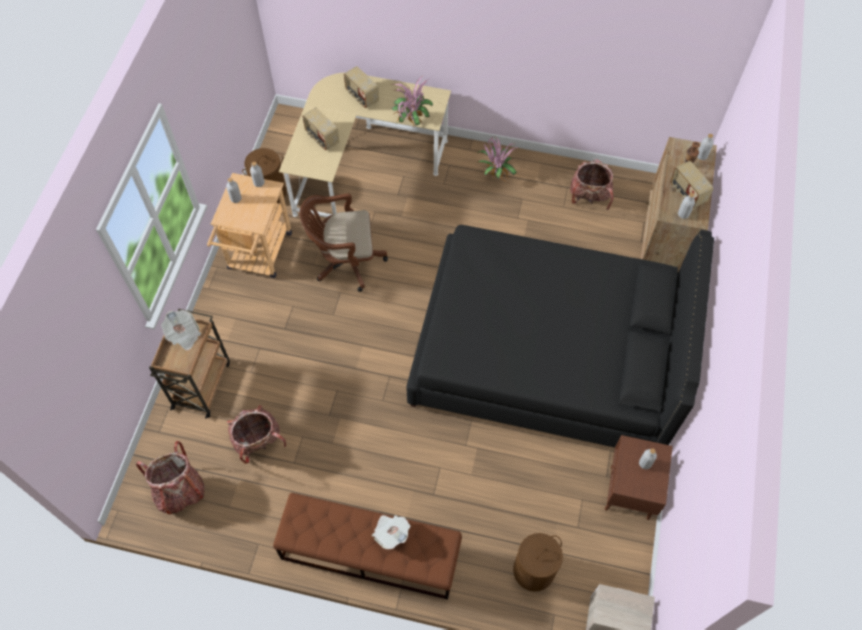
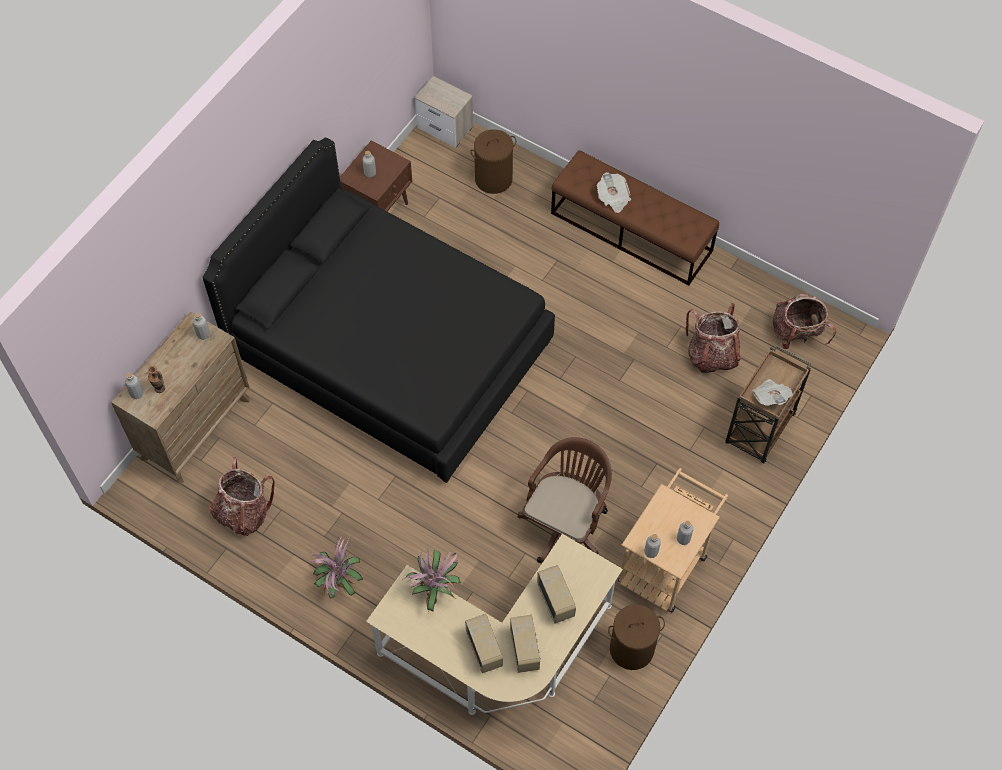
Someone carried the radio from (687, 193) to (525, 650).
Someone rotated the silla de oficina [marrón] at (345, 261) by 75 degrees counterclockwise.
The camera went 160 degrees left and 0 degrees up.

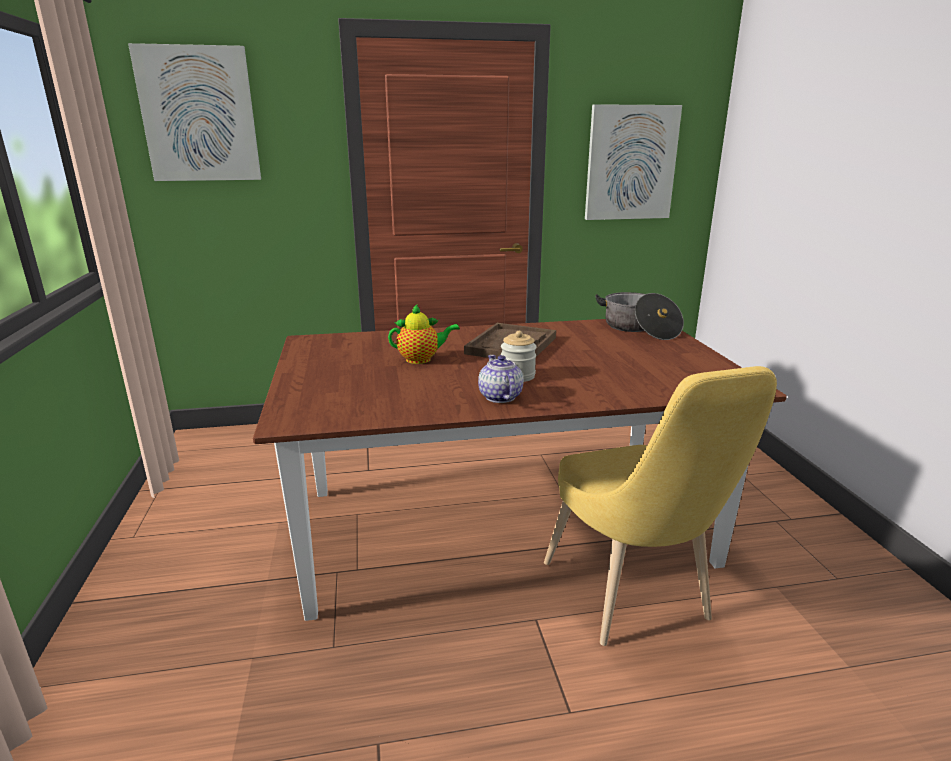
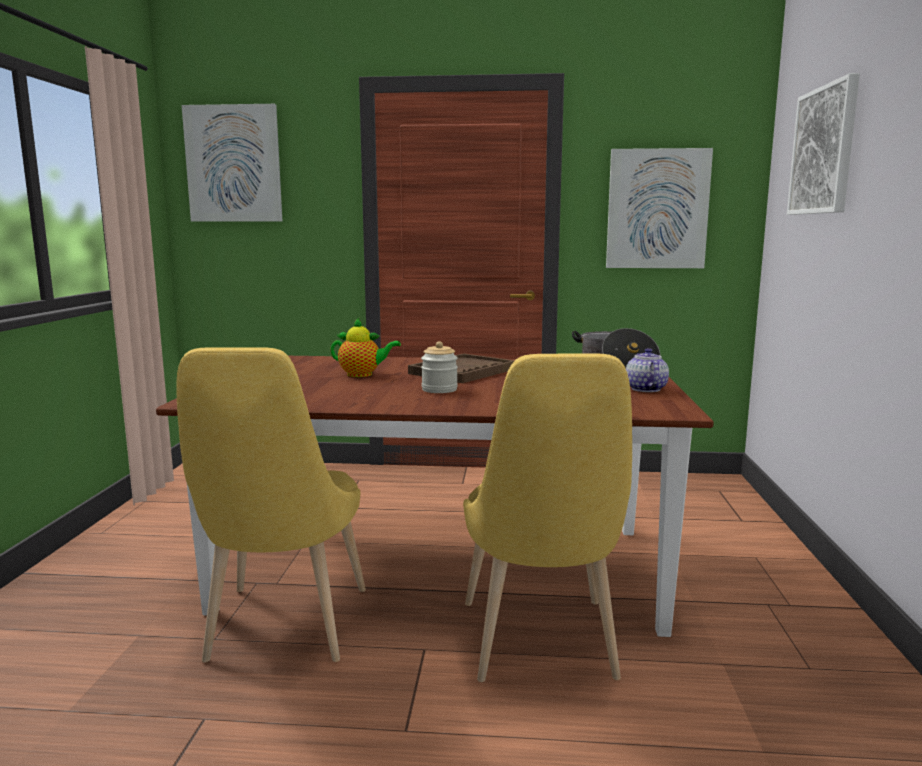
Someone put down the silla [amarillo] at (284, 631).
Someone carried the tetera from (499, 397) to (645, 389).
Someone put up the cuadro at (824, 151).
The camera went 15 degrees right and 10 degrees down.

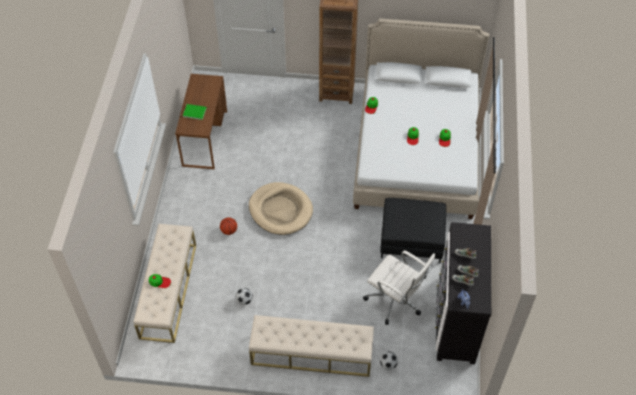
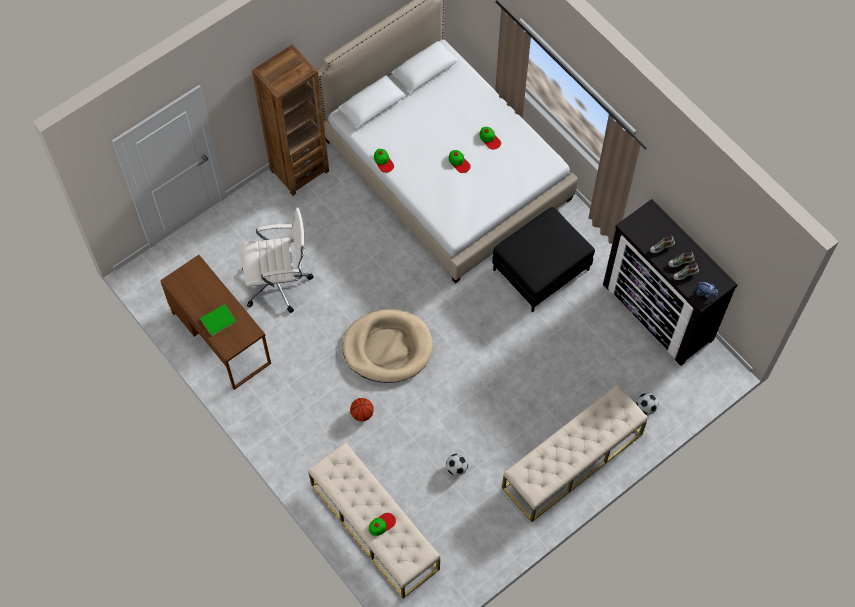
Someone carried the silla de oficina [blanco] from (396, 300) to (279, 283).
The camera went 45 degrees left and 10 degrees up.

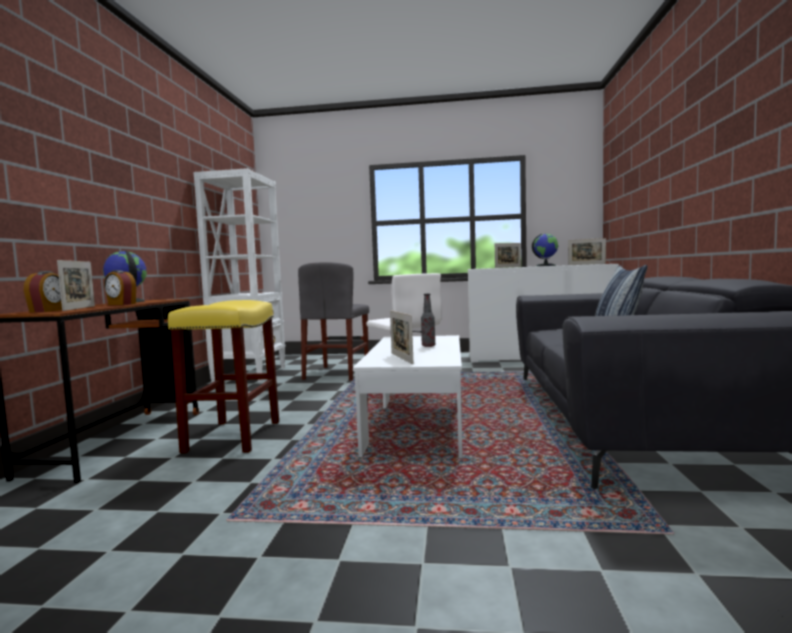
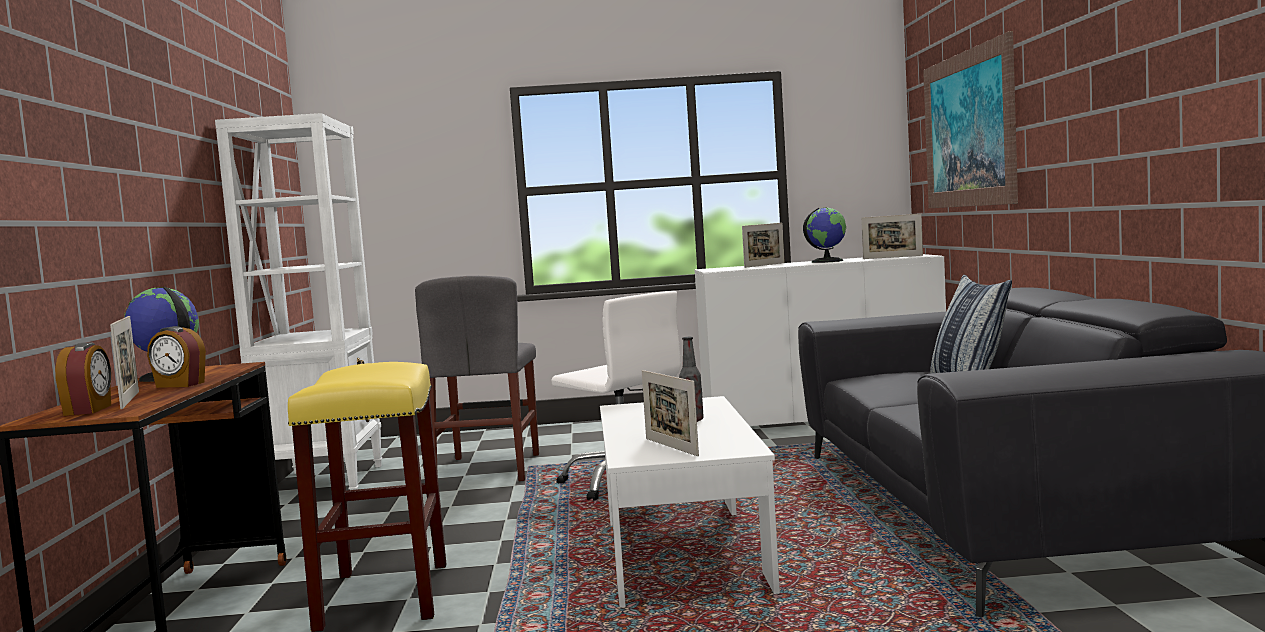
Someone put up the cuadro at (967, 129).
The camera went 10 degrees left and 0 degrees up.

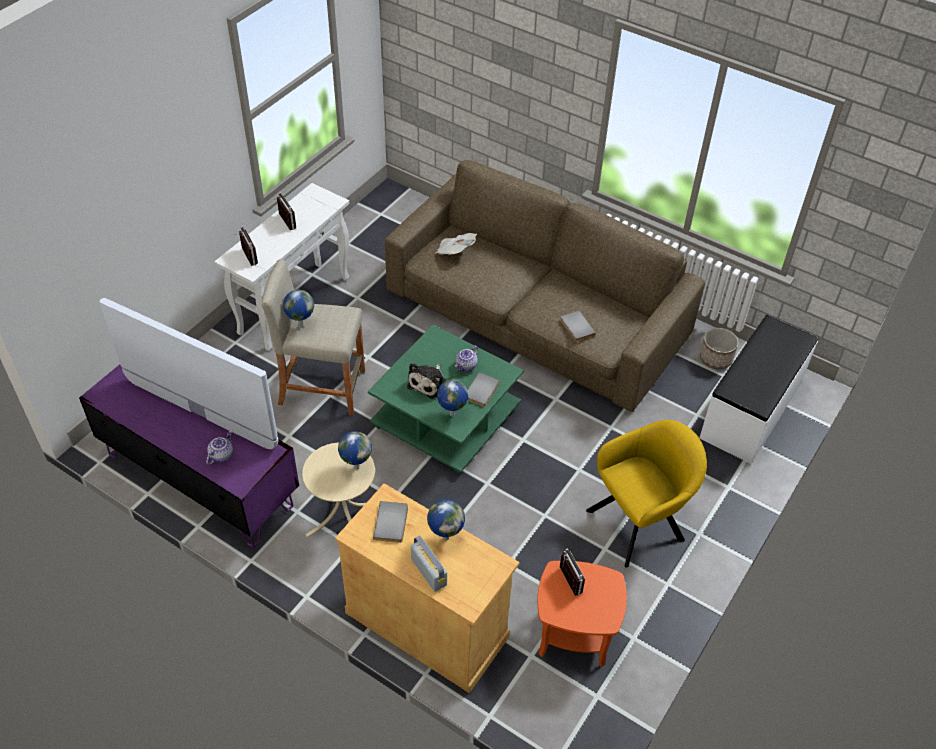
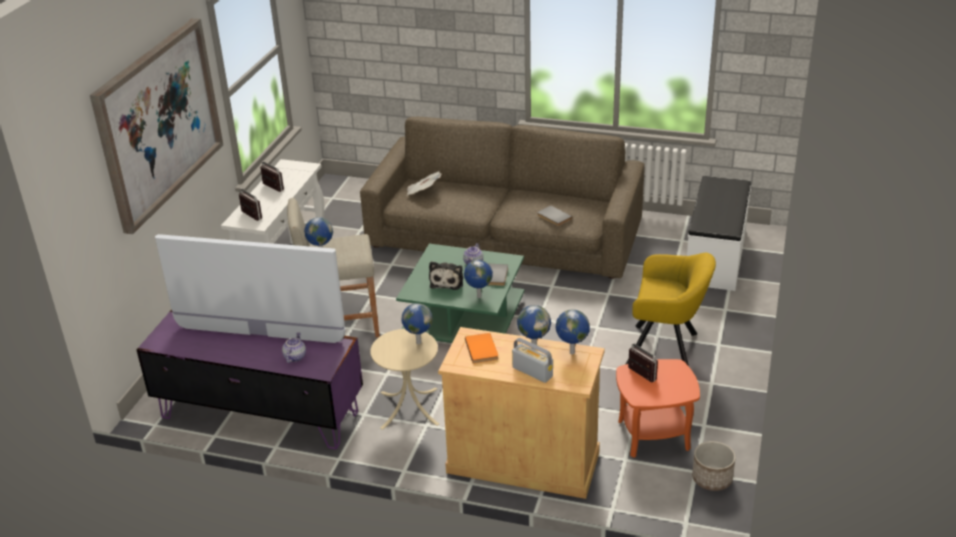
Someone put up the cuadro at (158, 122).
Someone repainted the libro [gris] at (392, 523), which became the libro [naranja] at (483, 349).
Someone put down the globo terráqueo at (571, 352).
Someone rotated the sillón [amarillo] at (640, 523) by 60 degrees clockwise.
Someone carried the maceta from (716, 358) to (712, 478).
The camera went 15 degrees left and 15 degrees down.

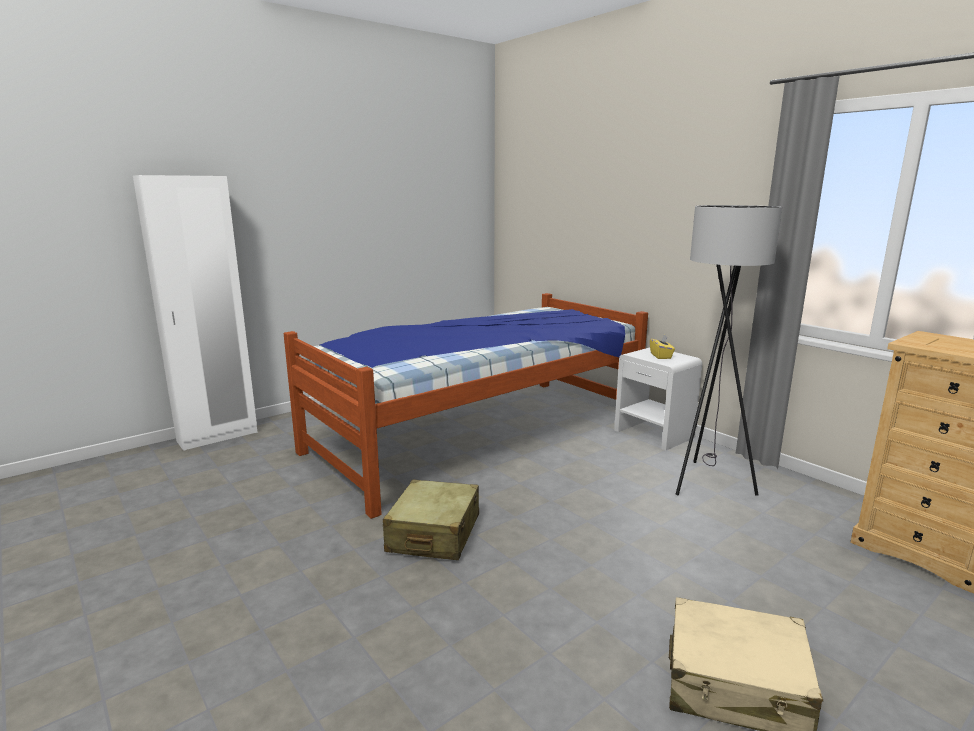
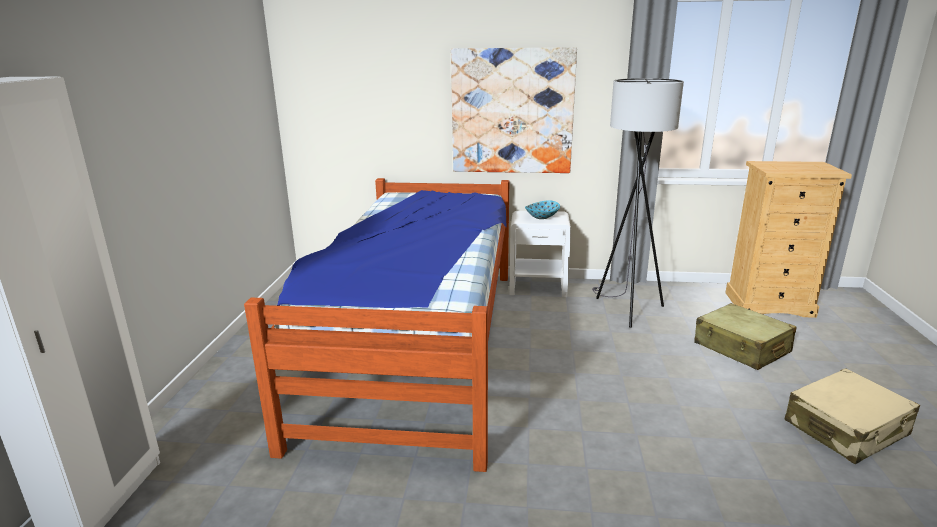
Someone put up the cuadro at (512, 111).
Someone swapped the caja de pañuelos [amarillo] at (661, 356) for the cuenco at (541, 217).
Someone carried the maleta [beis] from (434, 534) to (741, 348).
The camera went 45 degrees left and 5 degrees up.

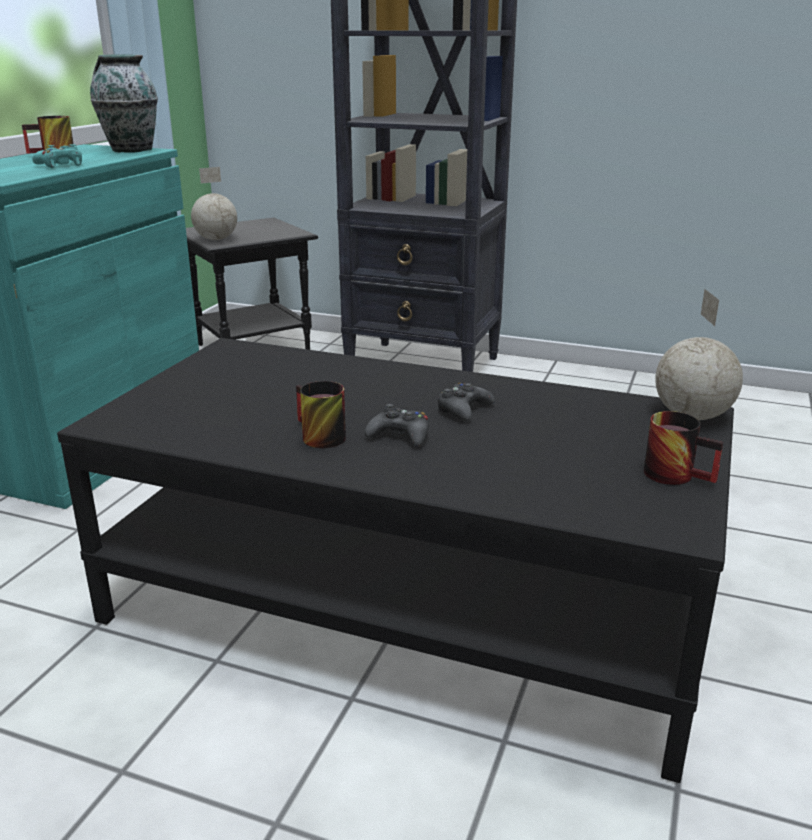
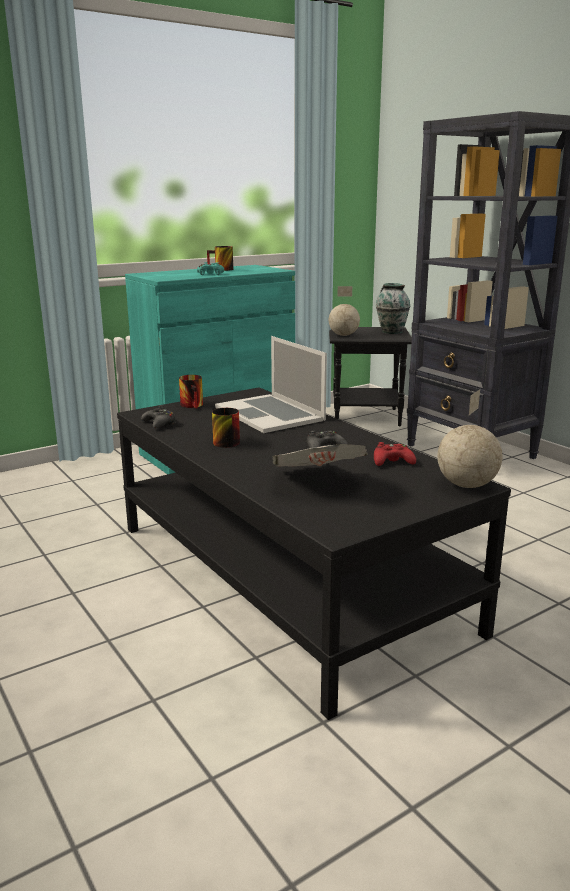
Someone carried the mando de consola [negro] from (400, 436) to (159, 423).
Someone carried the taza grande from (678, 474) to (194, 405).
Someone put down the portátil at (270, 413).
Someone put down the periódico at (318, 482).
Someone put down the mando de consola [rojo] at (392, 461).
Someone carried the florero from (130, 150) to (391, 332).
The camera went 35 degrees right and 5 degrees down.

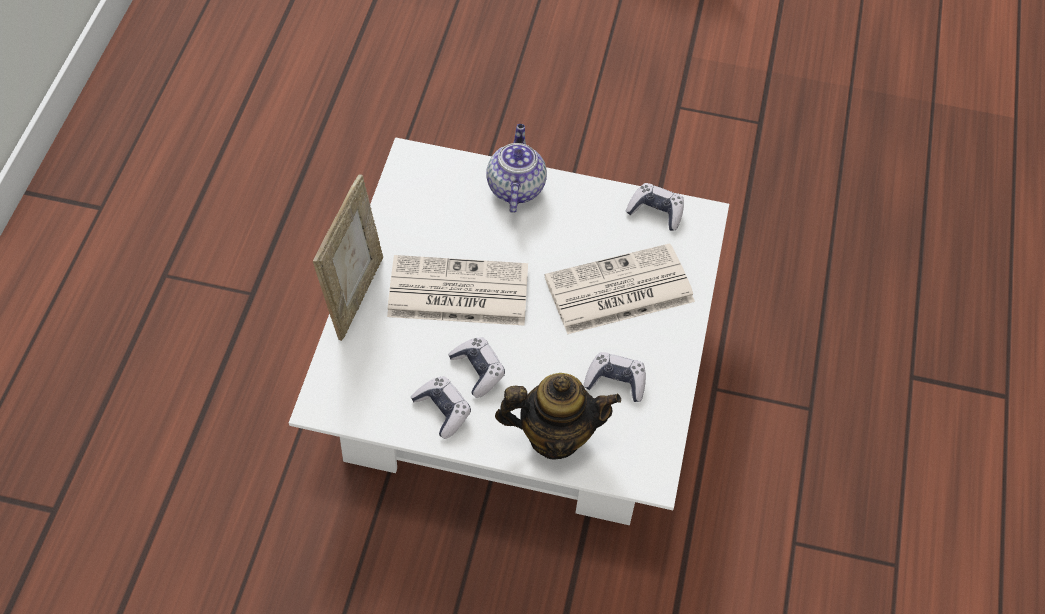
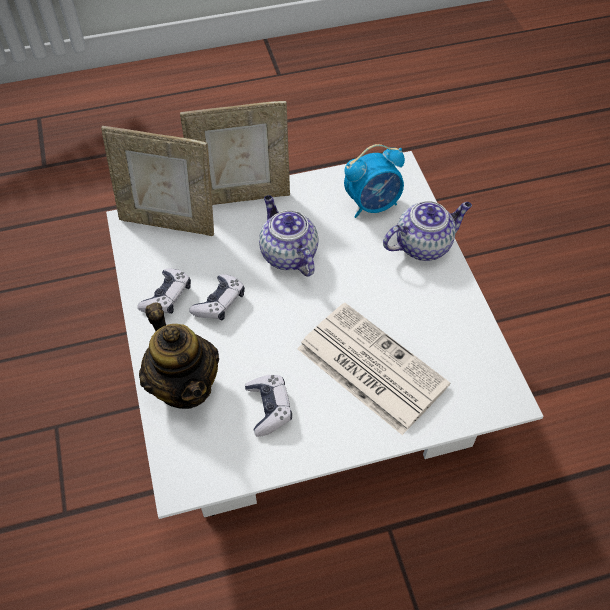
Someone put down the portarretratos at (169, 222).
Someone swapped the periódico at (456, 292) for the tetera at (287, 254).
Someone put down the despertador at (373, 204).
Someone took away the mando de consola at (656, 212).
The camera went 65 degrees right and 0 degrees up.

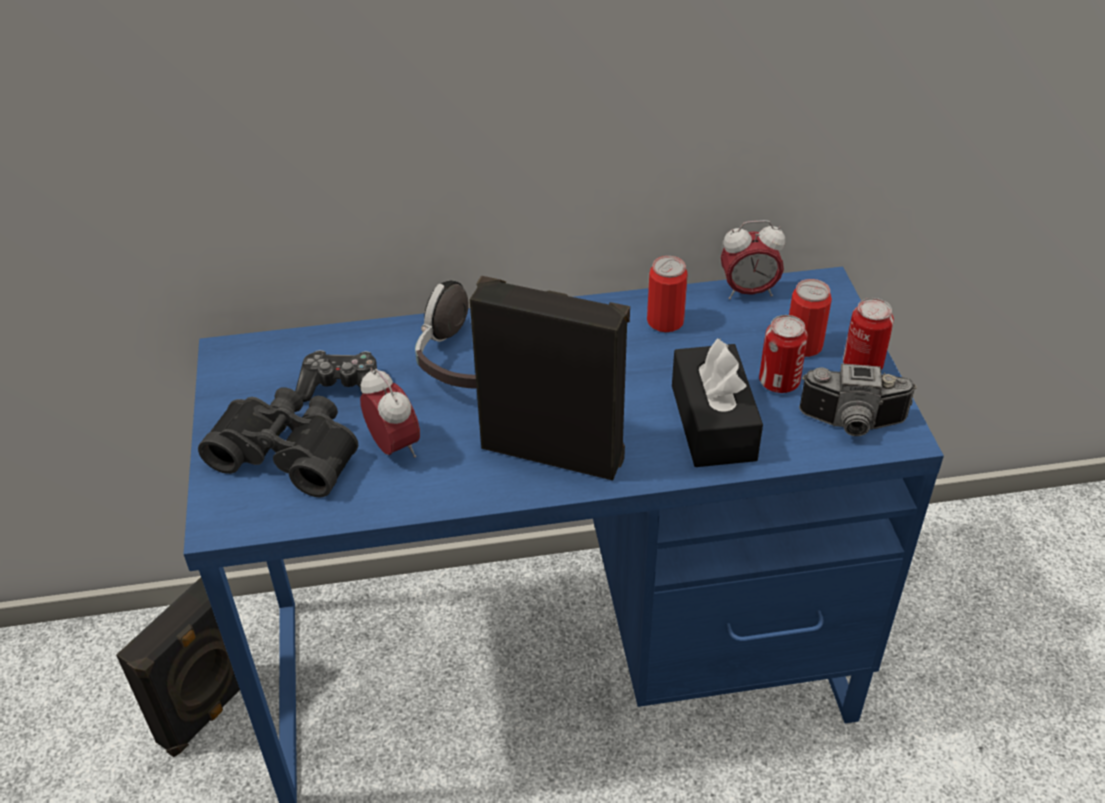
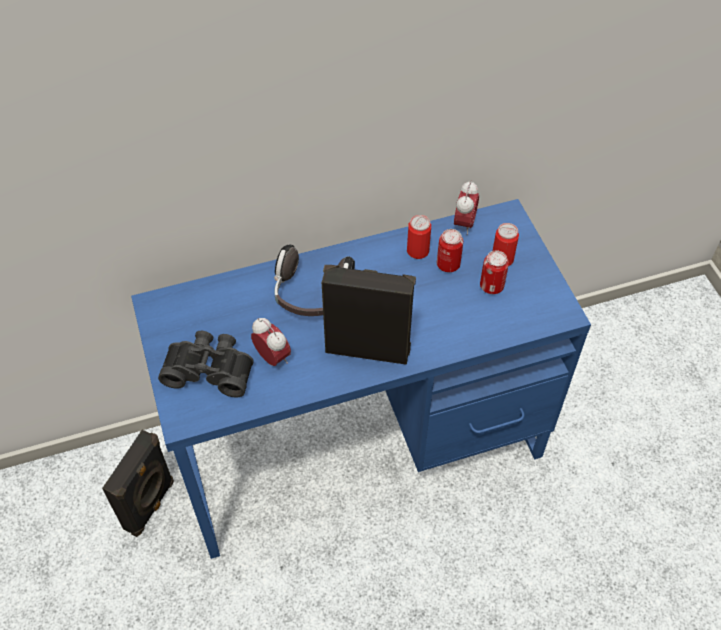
Someone carried the lata from (862, 365) to (448, 264).
Someone rotated the despertador at (748, 291) by 60 degrees counterclockwise.
Someone took away the mando de consola at (342, 387).
Someone took away the caja de pañuelos [negro] at (713, 422).
Someone took away the cámara at (852, 425).
The camera went 10 degrees left and 10 degrees up.

